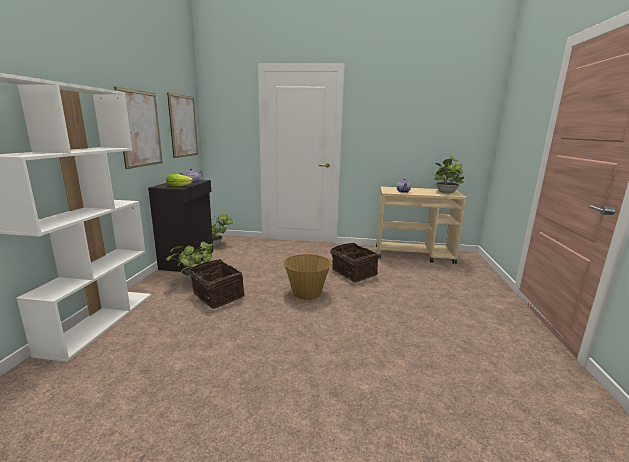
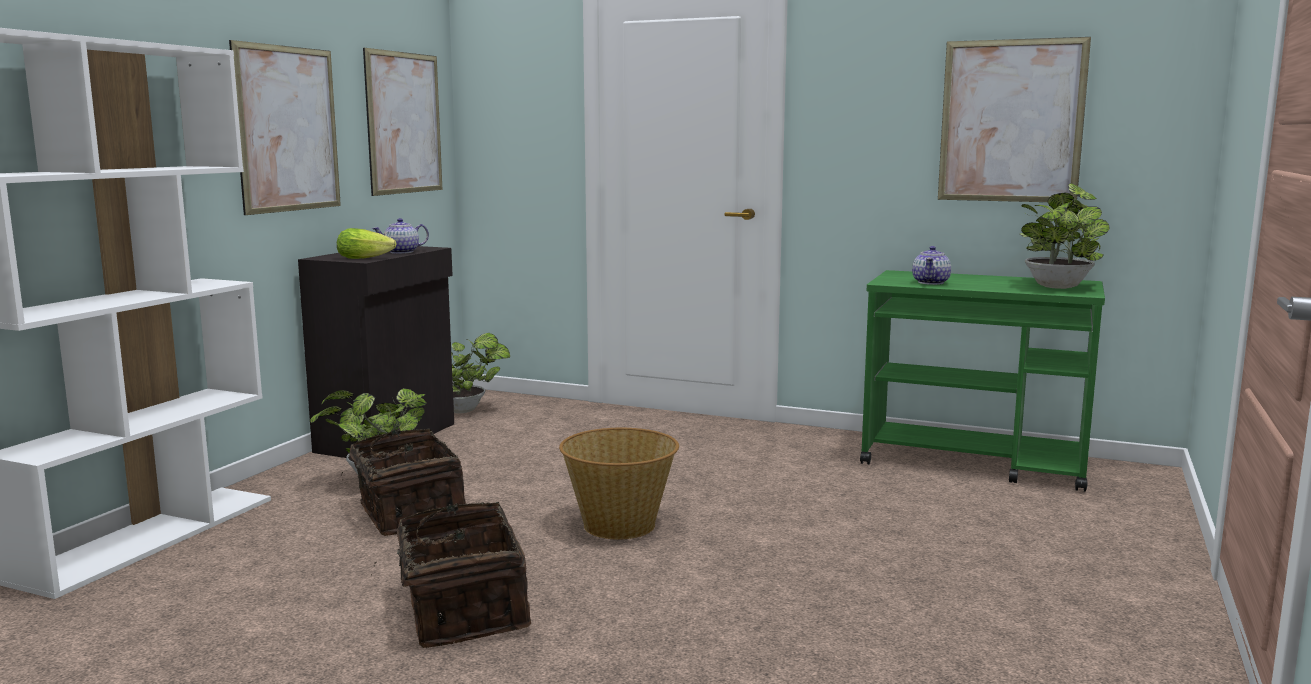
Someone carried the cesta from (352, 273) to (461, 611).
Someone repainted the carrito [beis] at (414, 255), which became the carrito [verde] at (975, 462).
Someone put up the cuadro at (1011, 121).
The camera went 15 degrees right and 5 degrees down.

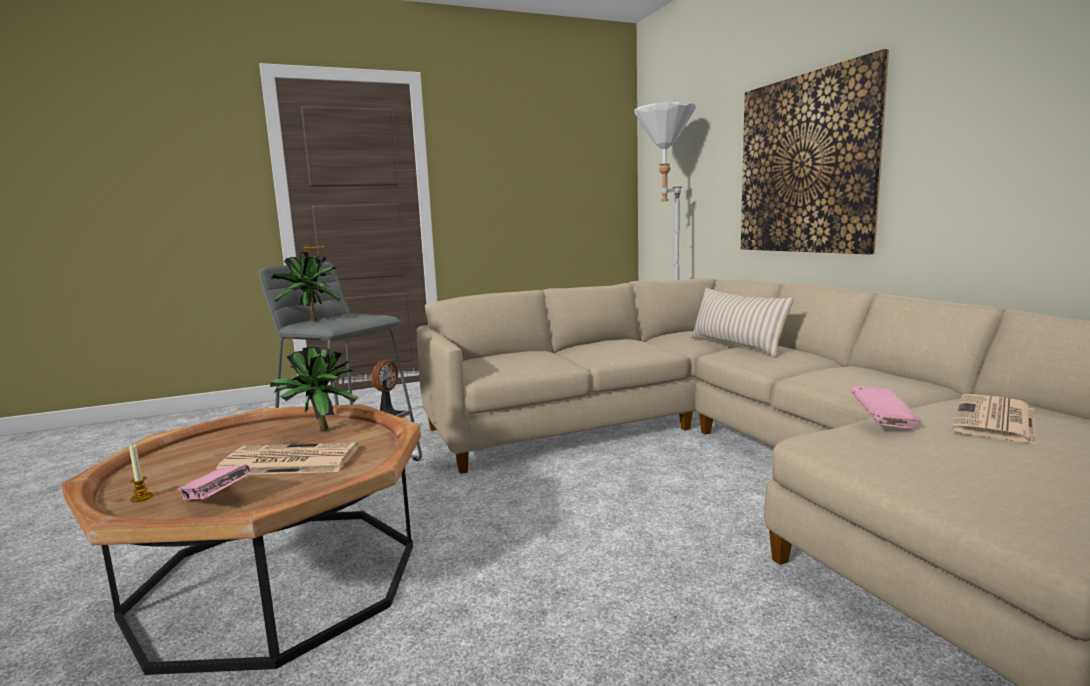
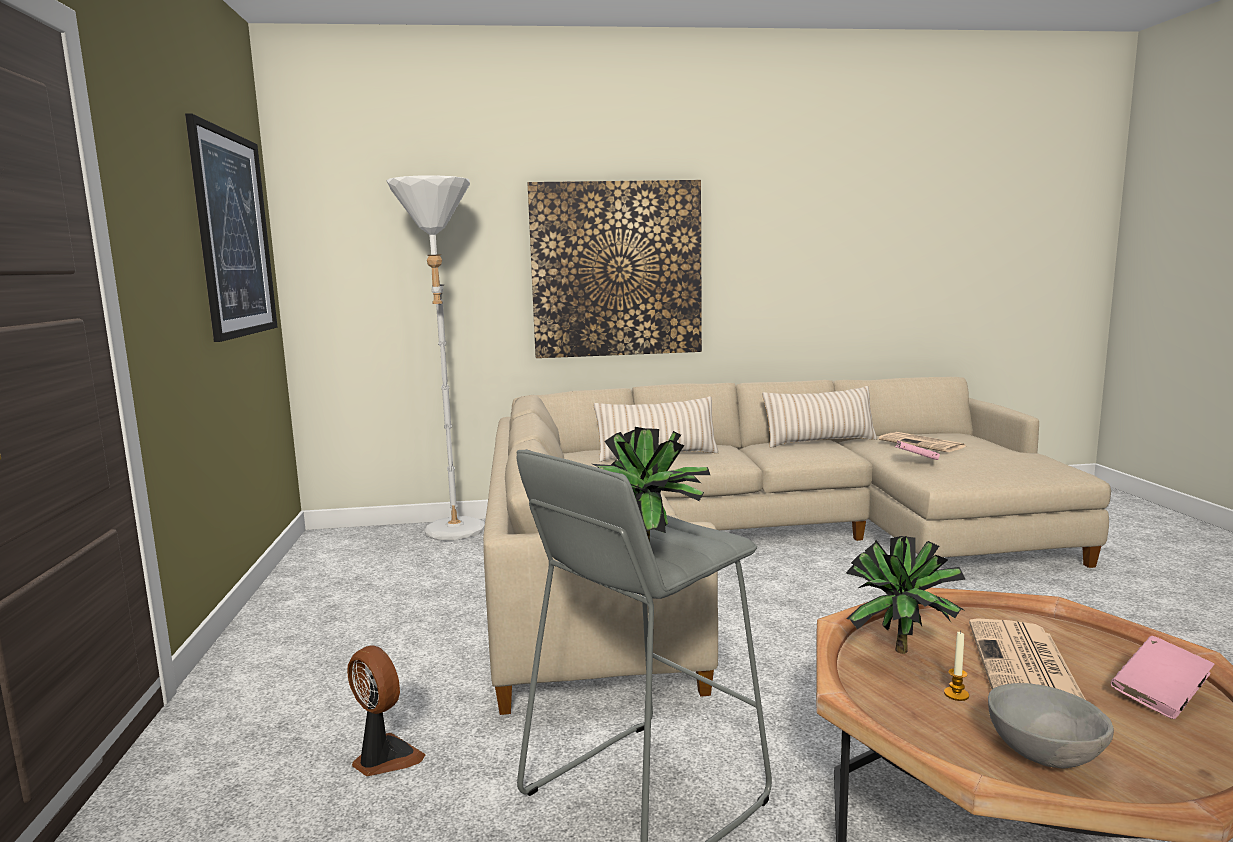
Someone put up the cuadro at (234, 234).
Someone put down the cojín [beis] at (819, 441).
Someone carried the vela from (142, 497) to (956, 694).
Someone put down the cuenco [gris] at (1043, 754).
The camera went 75 degrees left and 0 degrees up.

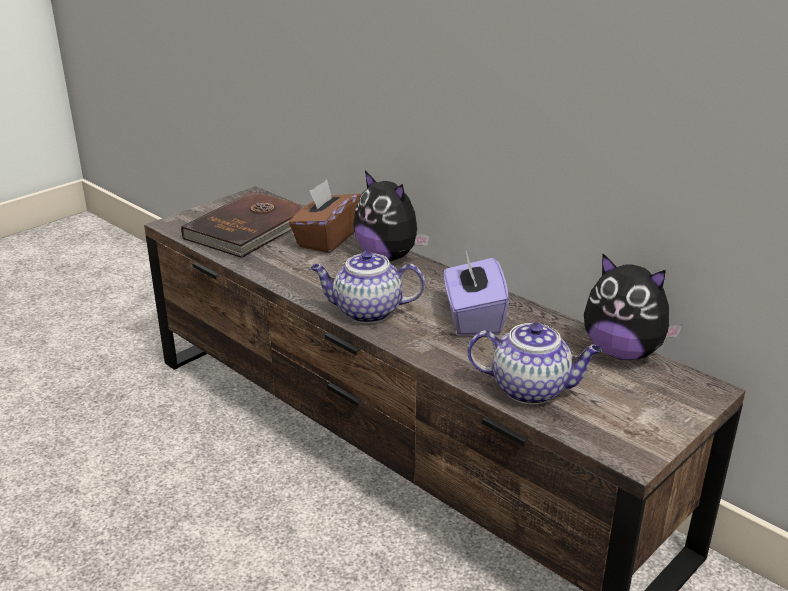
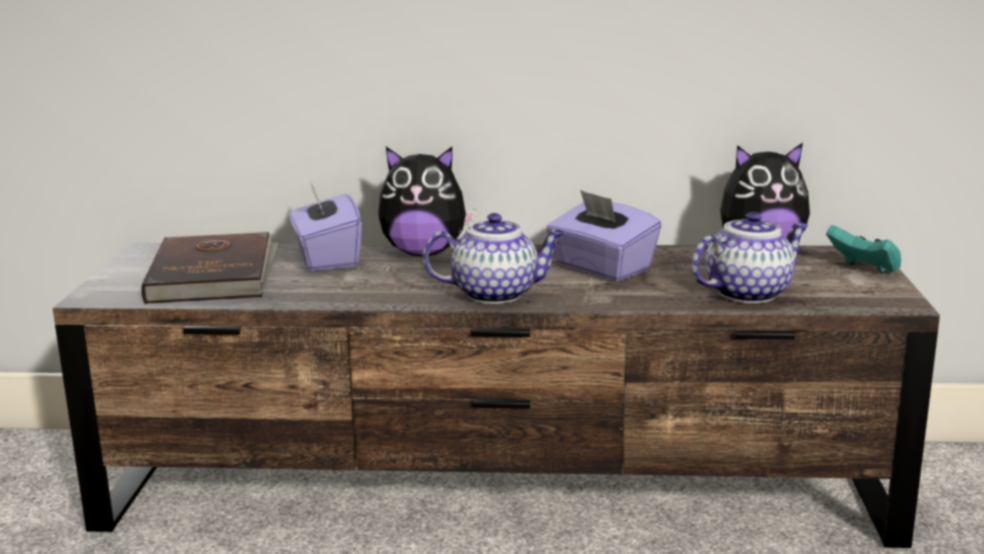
Someone repainted the caja de pañuelos [marrón] at (326, 239), which became the caja de pañuelos [morado] at (326, 258).
Someone rotated the tetera at (366, 312) by 150 degrees counterclockwise.
Someone put down the mando de consola [turquesa] at (864, 269).
The camera went 40 degrees left and 10 degrees down.

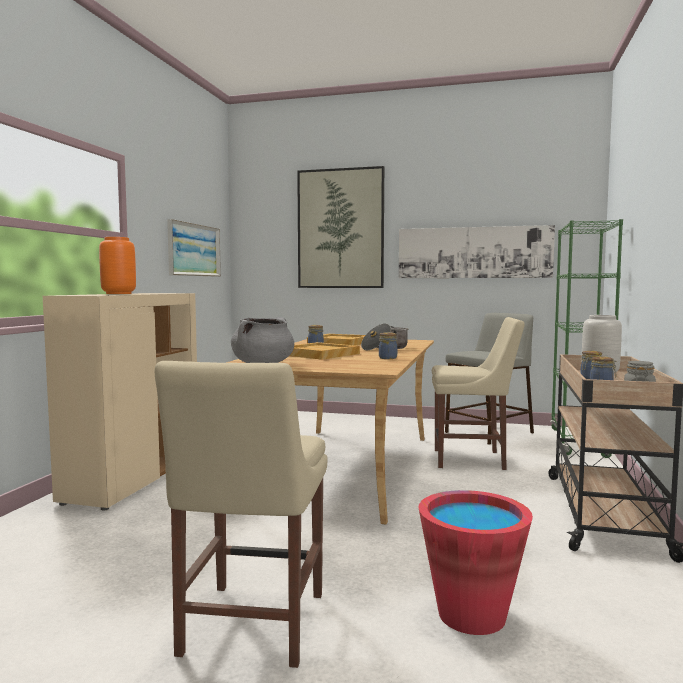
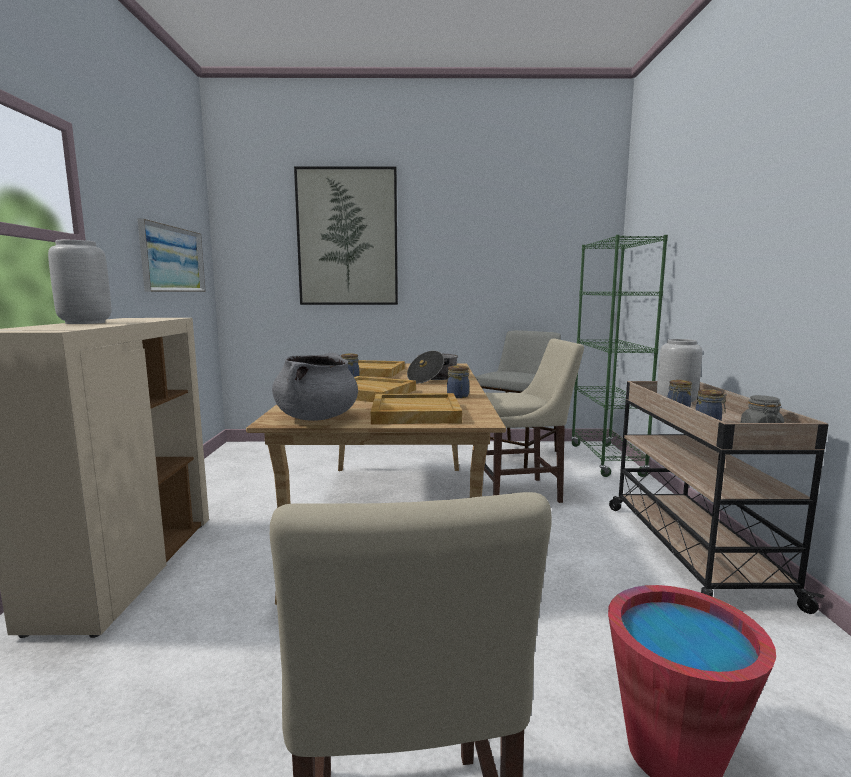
Someone repainted the florero [naranja] at (118, 293), which became the florero [gris] at (85, 323).
Someone put down the bandeja [beis] at (414, 413).
Someone took away the cuadro at (473, 252).
The camera went 15 degrees left and 5 degrees up.

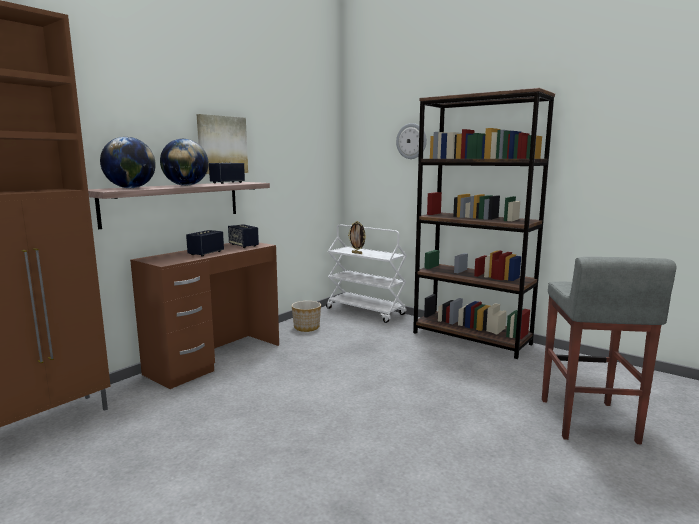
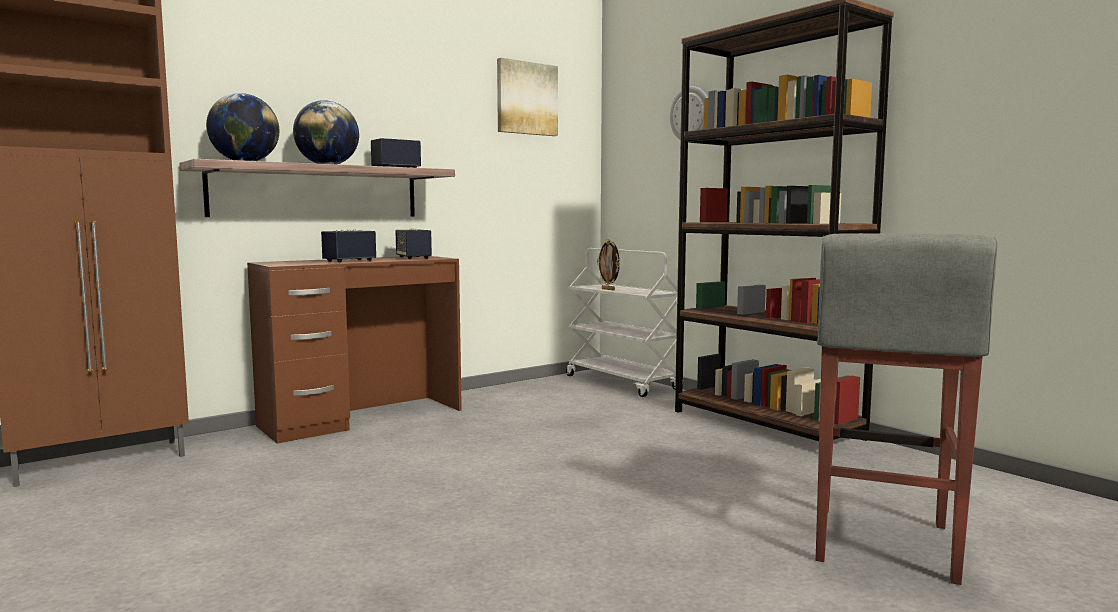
Someone carried the cuadro from (222, 145) to (526, 98).
Someone took away the maceta at (306, 327).
The camera went 15 degrees right and 5 degrees down.

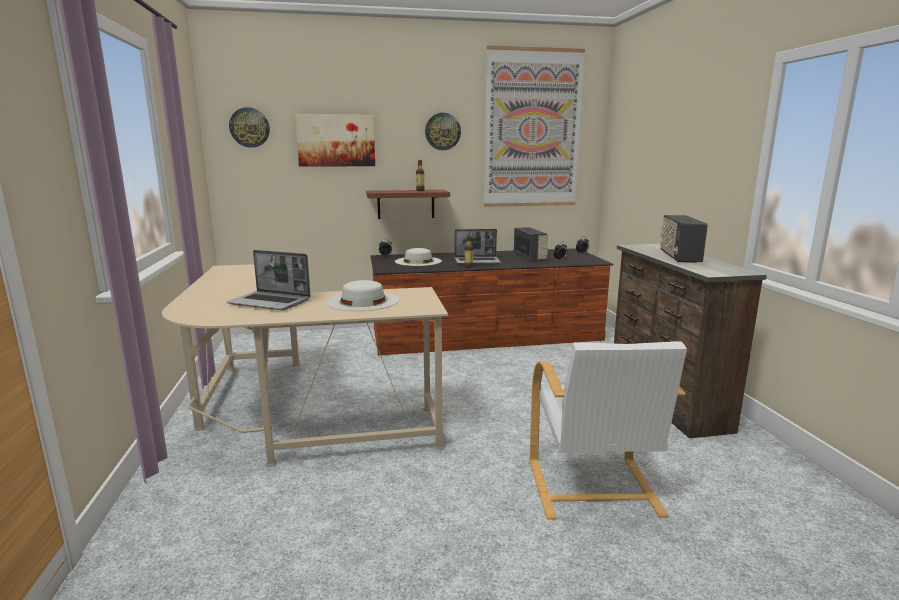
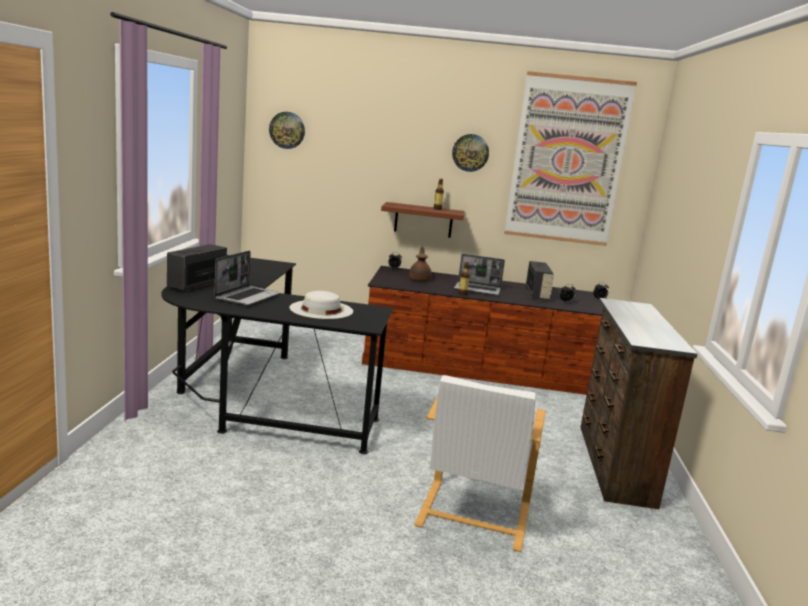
Someone repainted the escritorio [beis] at (292, 416), which became the escritorio [negro] at (257, 399).
Someone carried the radio from (678, 257) to (197, 284).
Someone rotated the portátil at (271, 302) by 105 degrees counterclockwise.
Someone swapped the sombrero [blanco] at (418, 261) for the tetera [marrón] at (420, 279).
Someone took away the cuadro at (336, 140).
The camera went 15 degrees right and 0 degrees up.

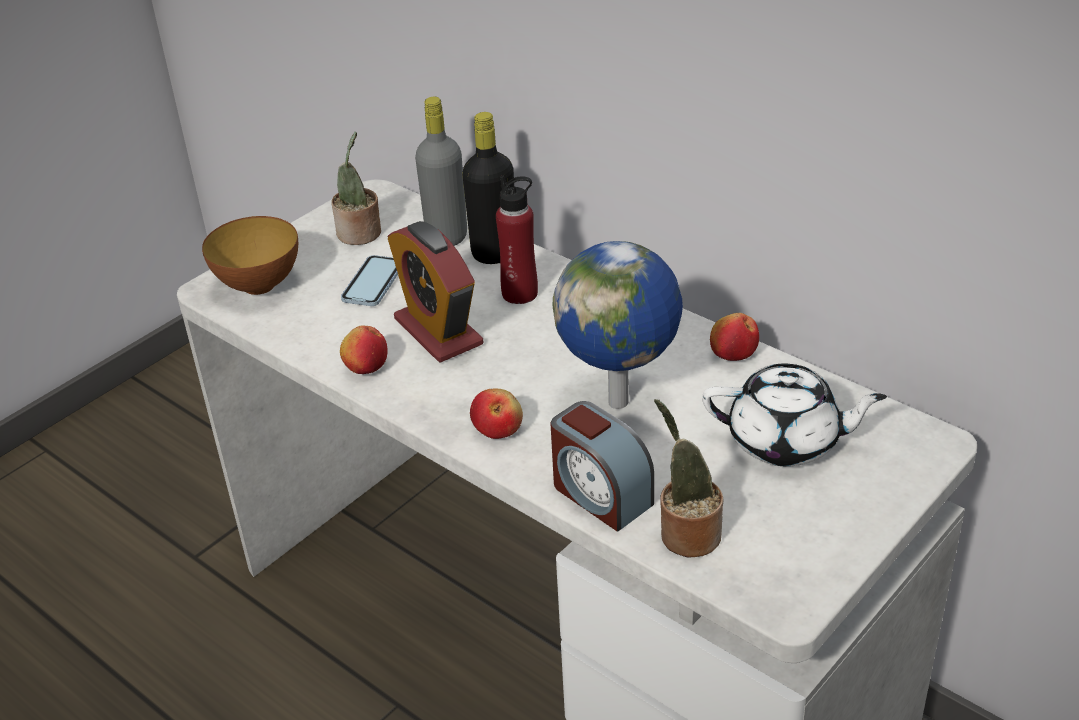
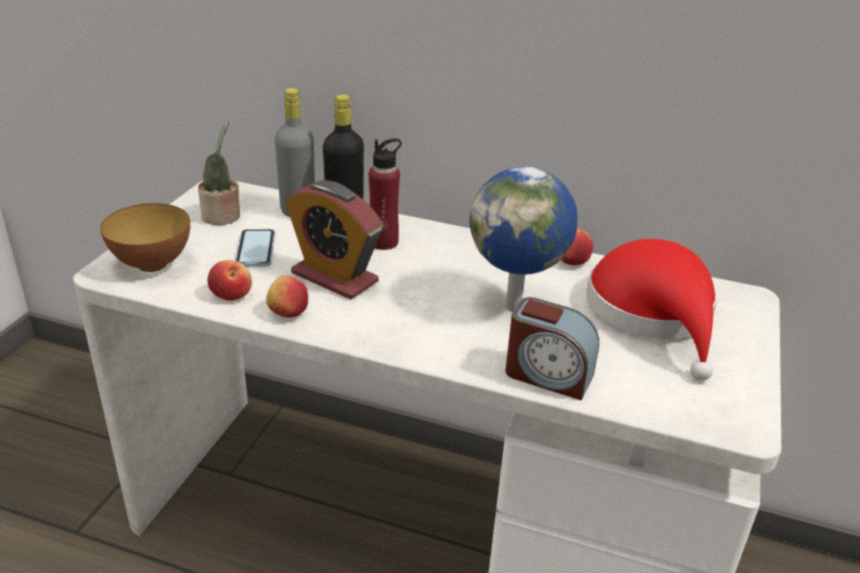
Someone carried the manzana from (498, 429) to (231, 294).
Someone swapped the tetera [blanco] at (786, 441) for the sombrero [rojo] at (654, 313).
Someone took away the planta en maceta at (686, 534).
The camera went 25 degrees left and 5 degrees down.

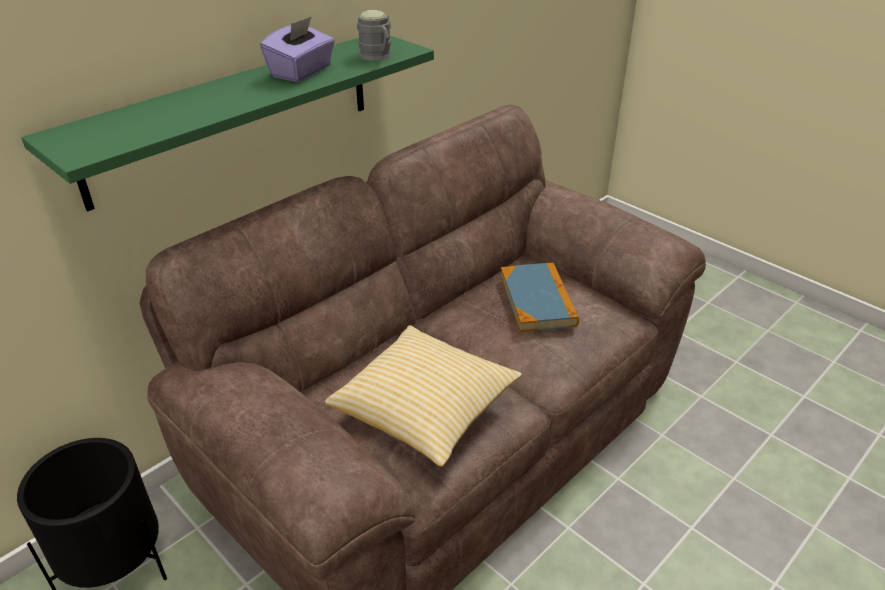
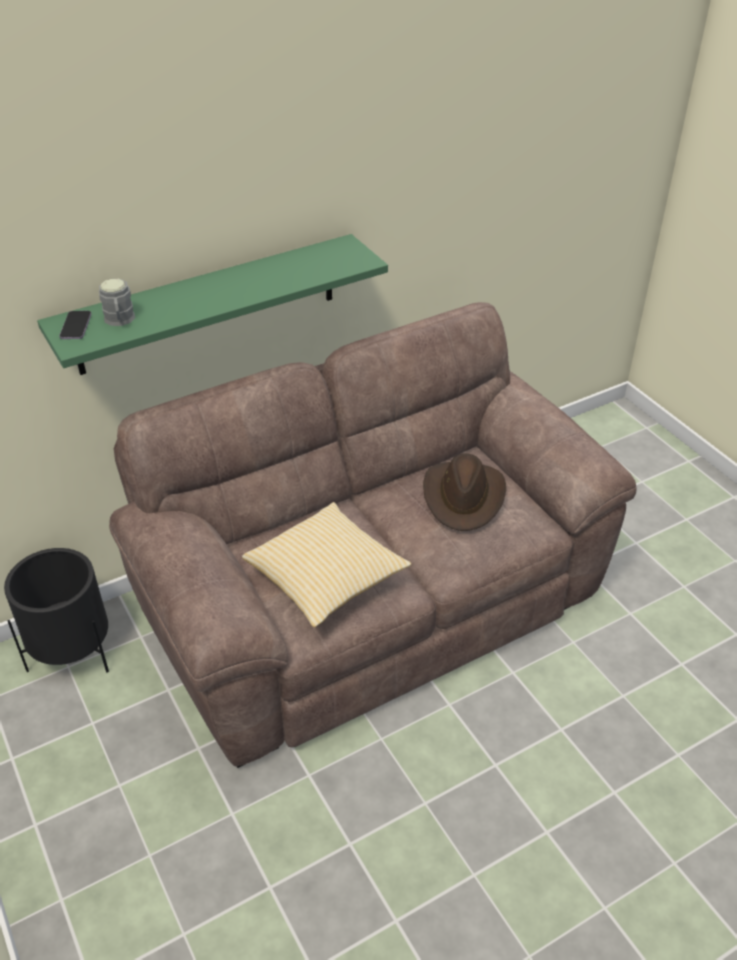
Someone put down the móvil at (76, 326).
Someone carried the taza grande [gris] from (378, 57) to (120, 321).
Someone swapped the libro at (537, 300) for the sombrero [marrón] at (464, 496).
Someone took away the caja de pañuelos [morado] at (302, 72).
The camera went 15 degrees right and 5 degrees up.

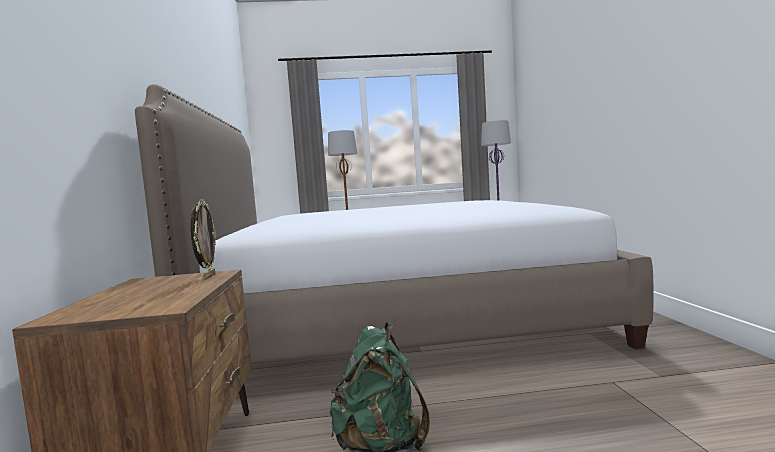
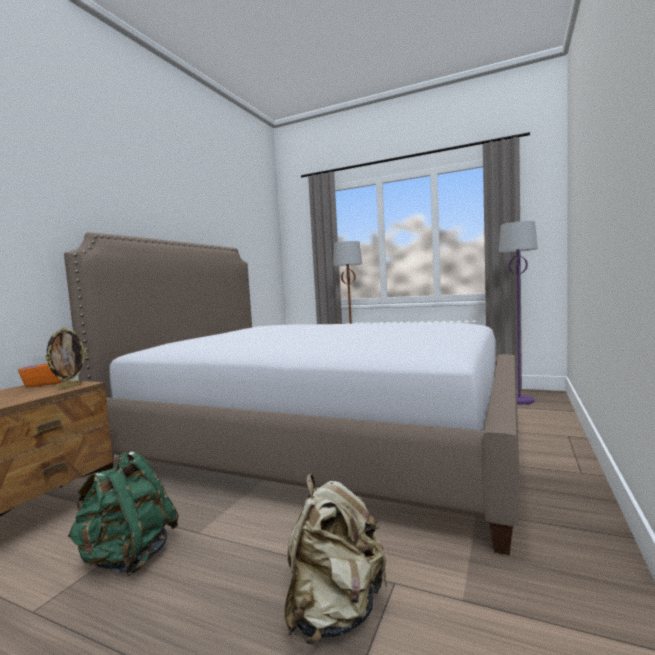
Someone put down the caja de pañuelos [naranja] at (45, 384).
Someone put down the mochila [beis] at (334, 611).
The camera went 30 degrees right and 0 degrees up.

